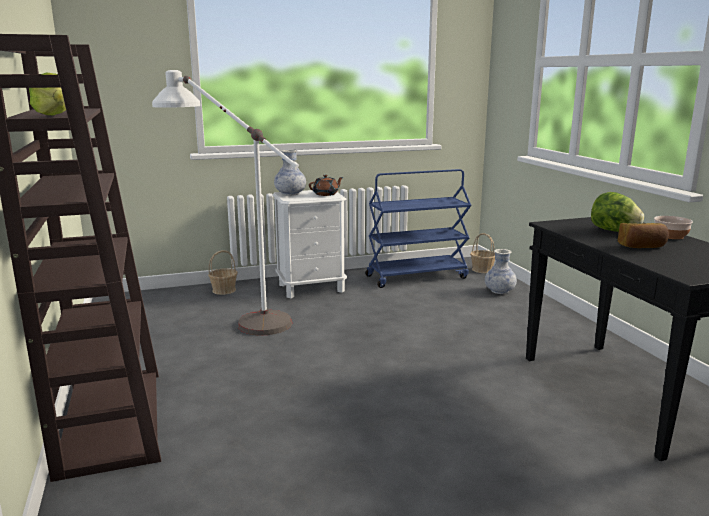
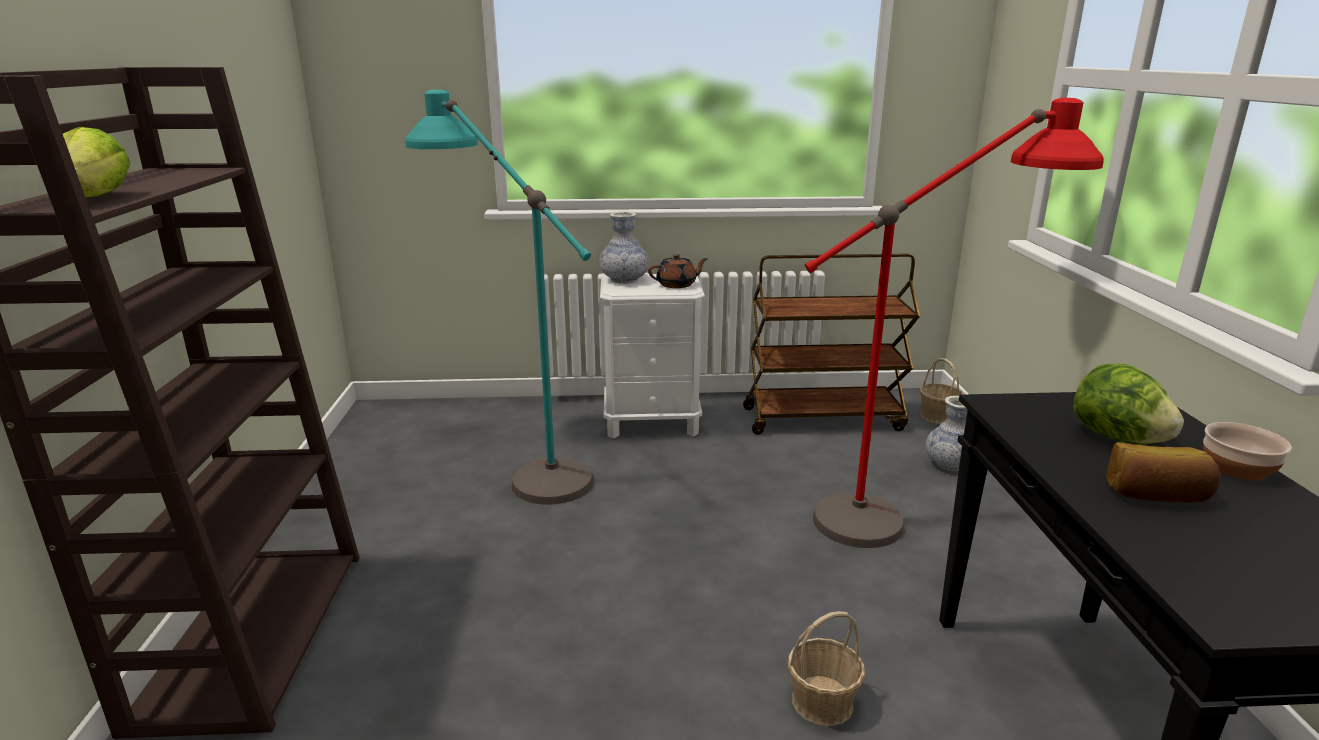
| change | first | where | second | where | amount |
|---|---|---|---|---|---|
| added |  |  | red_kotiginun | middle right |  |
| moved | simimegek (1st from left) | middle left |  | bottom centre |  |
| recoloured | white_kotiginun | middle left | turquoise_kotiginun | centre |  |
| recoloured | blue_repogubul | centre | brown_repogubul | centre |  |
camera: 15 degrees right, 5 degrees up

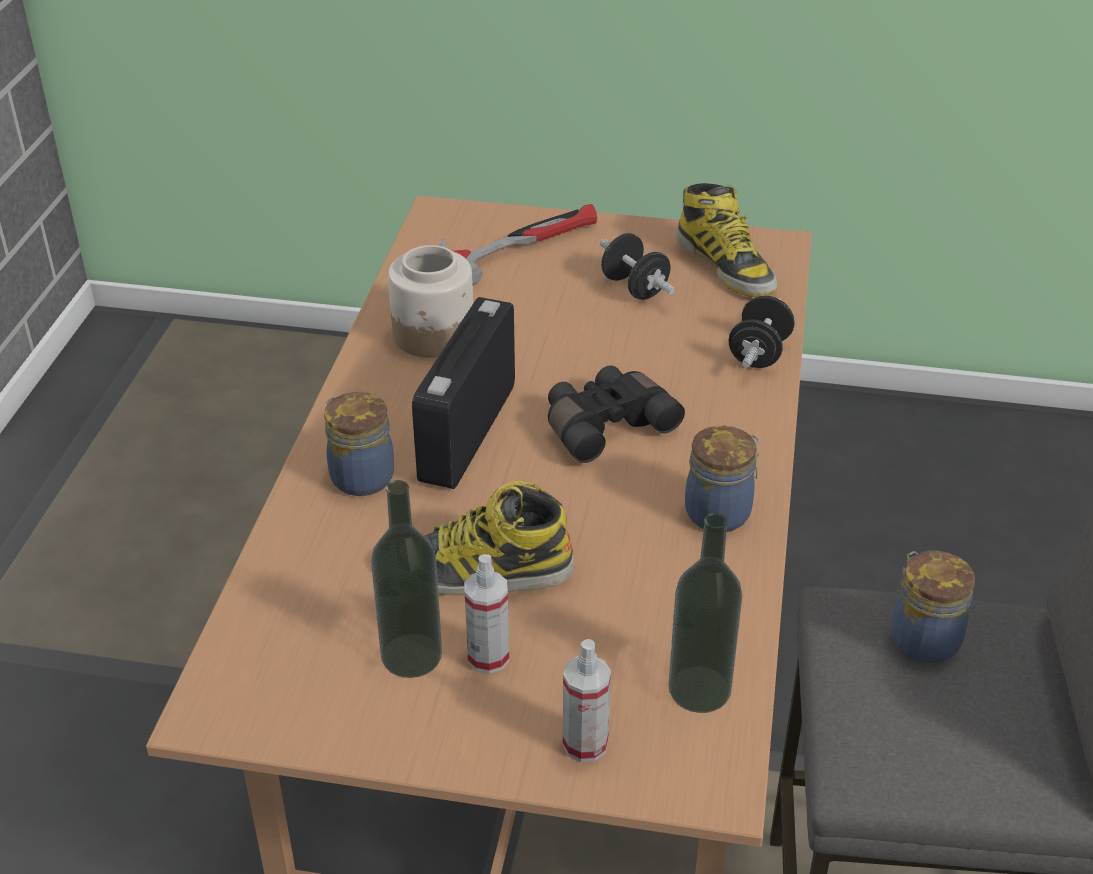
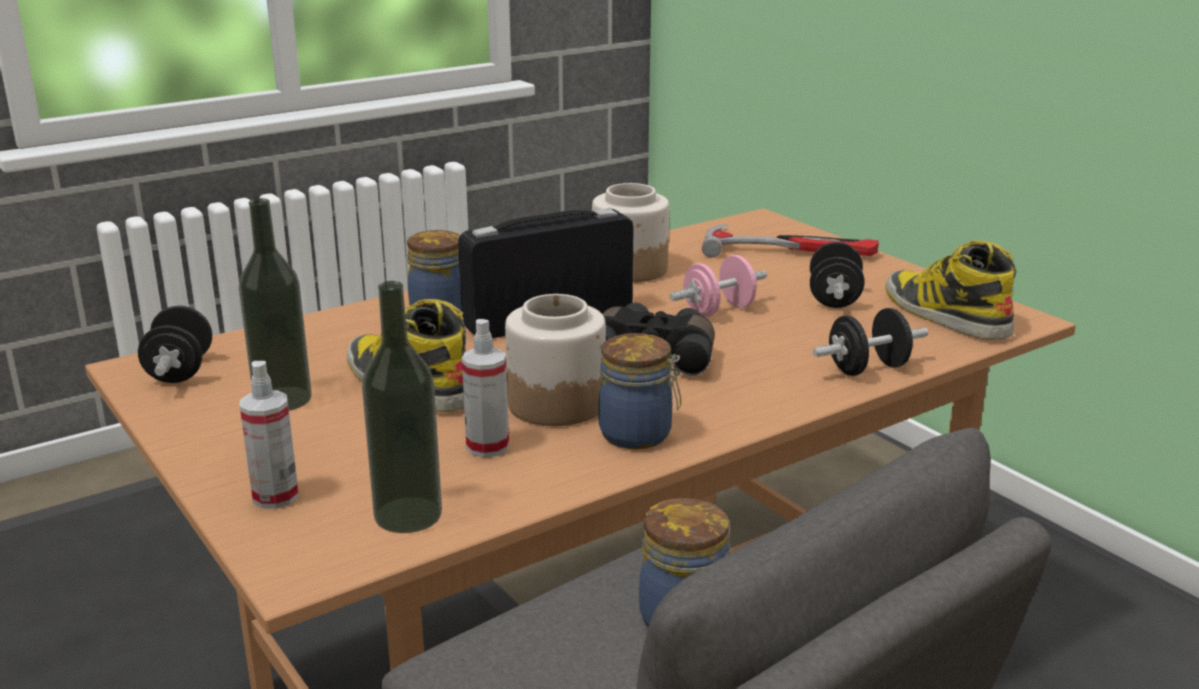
| change | first | where | second | where | amount |
|---|---|---|---|---|---|
| added |  |  | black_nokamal (1st from left) | middle left |  |
| added |  |  | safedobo (2nd from left) | centre |  |
| added |  |  | pink_nokamal | centre |  |
| moved | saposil (1st from left in the first image) | bottom centre | saposil (2nd from left) | centre |  |
| turned | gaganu (2nd from left) | top centre |  | middle right | 135 degrees clockwise |
camera: 45 degrees right, 15 degrees down

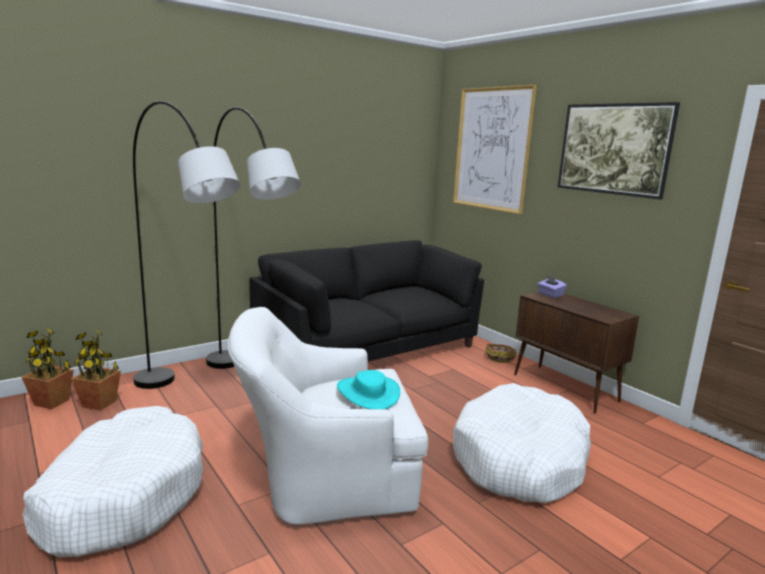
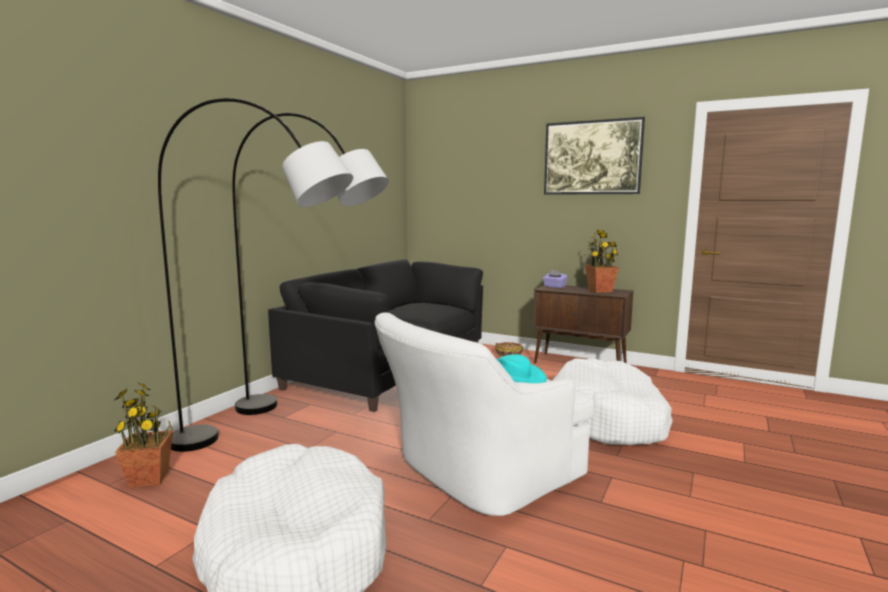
| change | first | where | second | where | amount |
|---|---|---|---|---|---|
| removed | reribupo (1st from left) | top centre |  |  |  |
| moved | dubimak (1st from left in the first image) | middle left | dubimak (2nd from left) | middle right |  |
camera: 25 degrees left, 5 degrees down

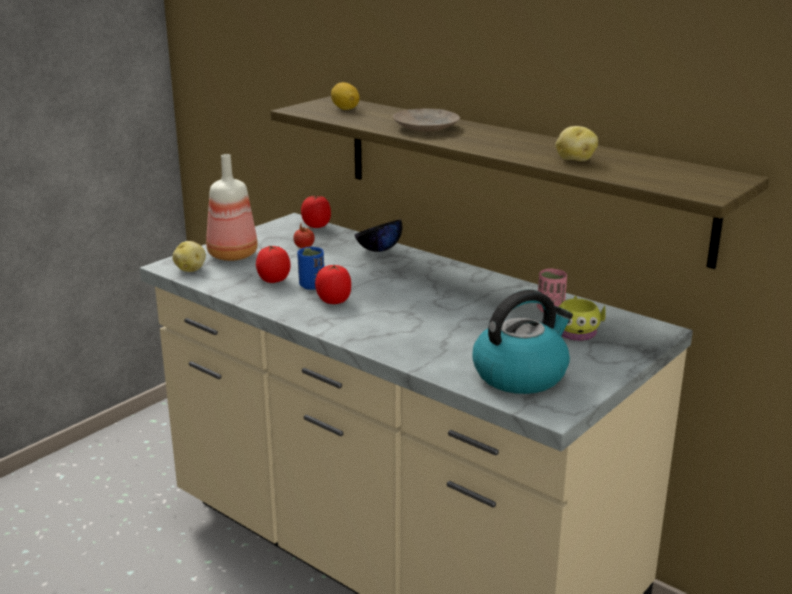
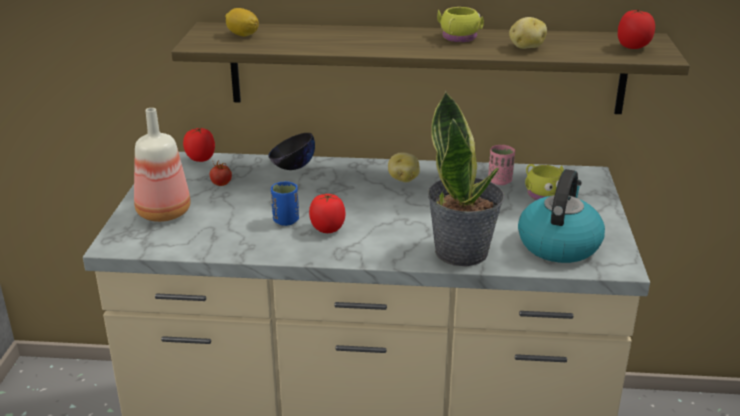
| change | first | where | second | where | amount |
|---|---|---|---|---|---|
| removed | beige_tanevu | top centre |  |  |  |
| added |  |  | dubimak | centre |  |
| added |  |  | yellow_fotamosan (1st from left) | top centre |  |
| moved | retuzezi (1st from left) | middle left |  | centre |  |
| moved | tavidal (1st from left in the first image) | centre | tavidal (4th from left) | top right |  |
camera: 35 degrees left, 5 degrees up

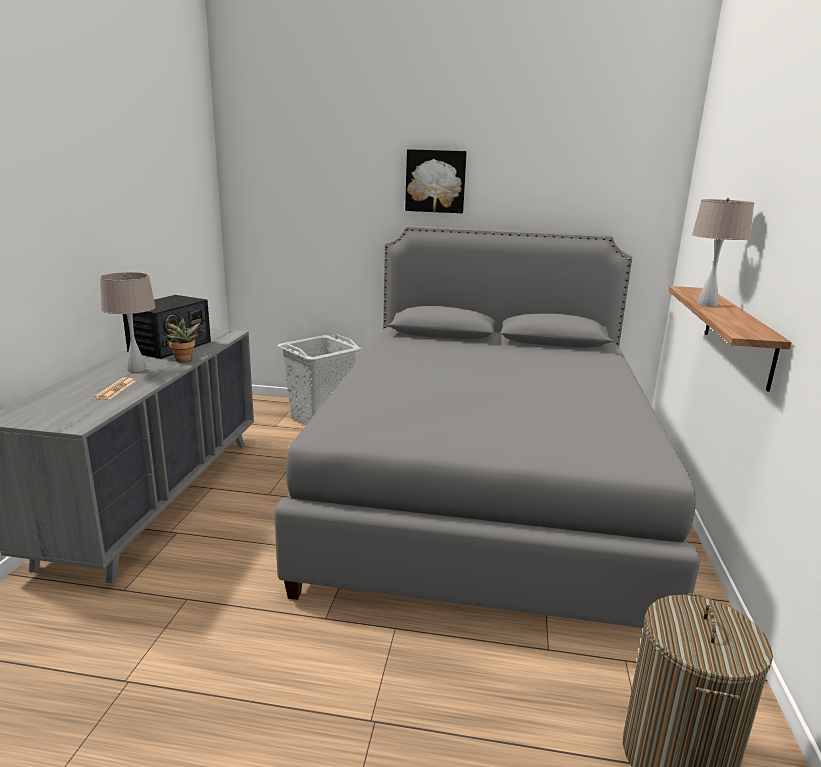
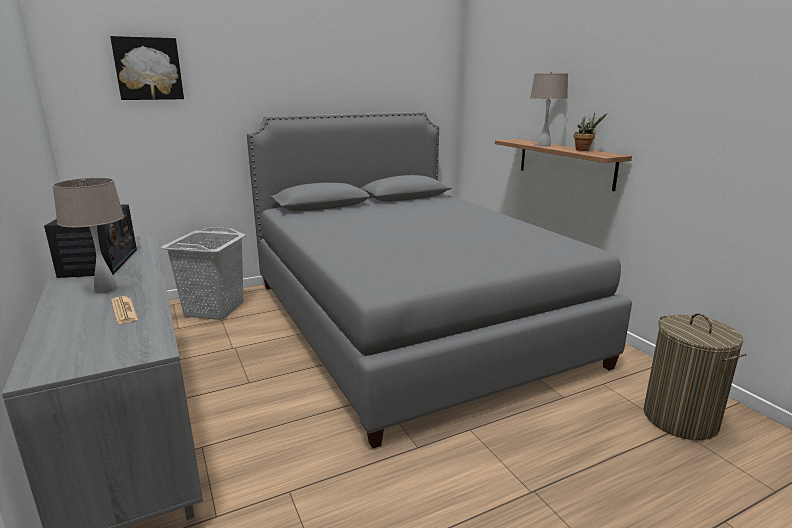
| change | first | where | second | where | amount |
|---|---|---|---|---|---|
| moved | dubimak | middle left |  | top right |  |
| moved | reribupo | top centre |  | top left |  |
camera: 35 degrees left, 0 degrees up

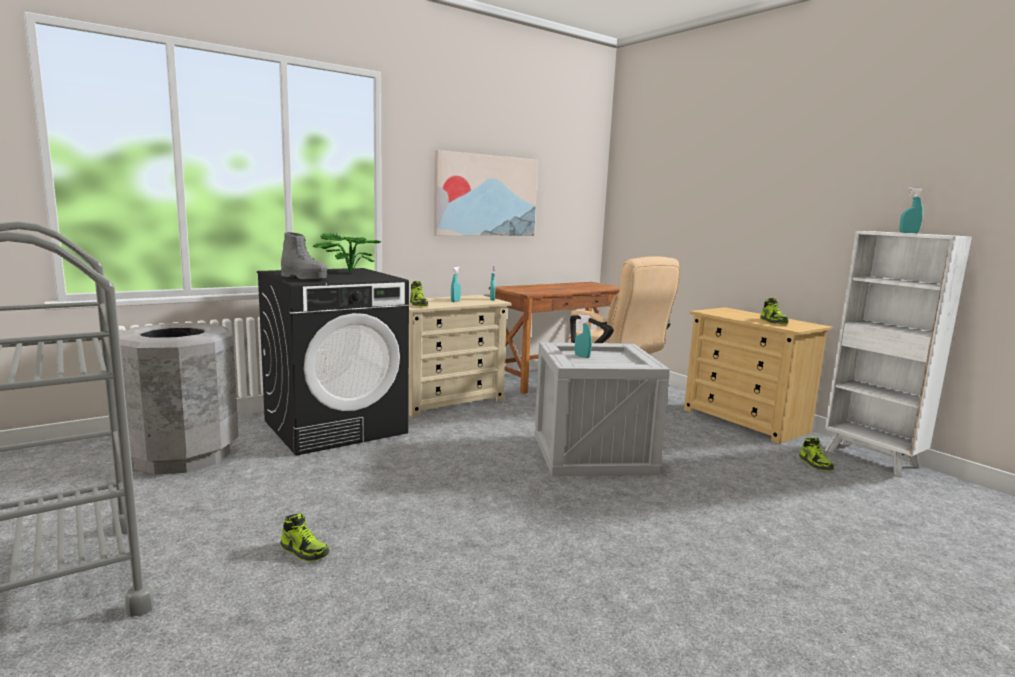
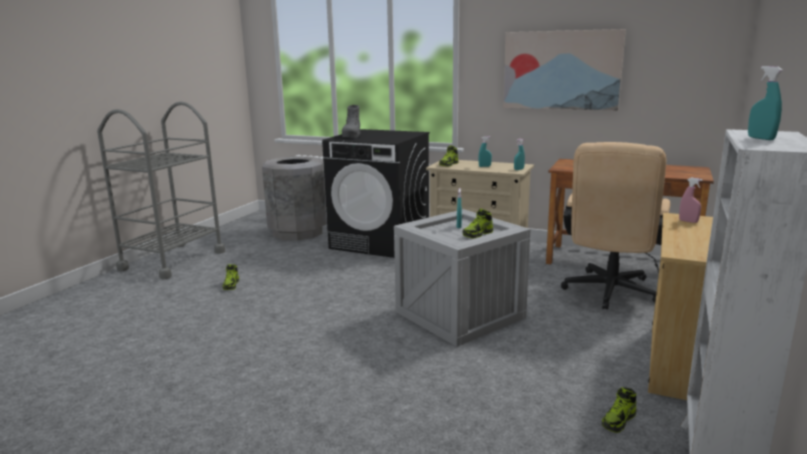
| change | first | where | second | where | amount |
|---|---|---|---|---|---|
| removed | dubimak | centre |  |  |  |
| added |  |  | pink_saposil | middle right |  |
| moved | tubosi (3rd from left) | middle right |  | centre |  |
camera: 60 degrees right, 5 degrees up

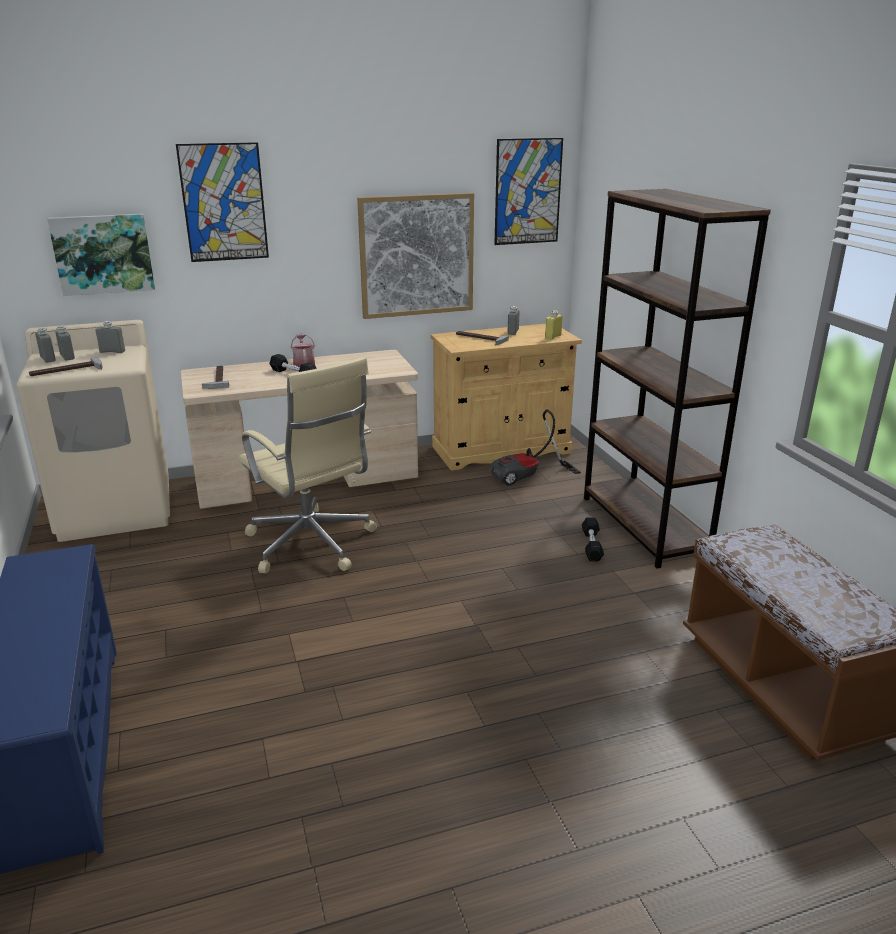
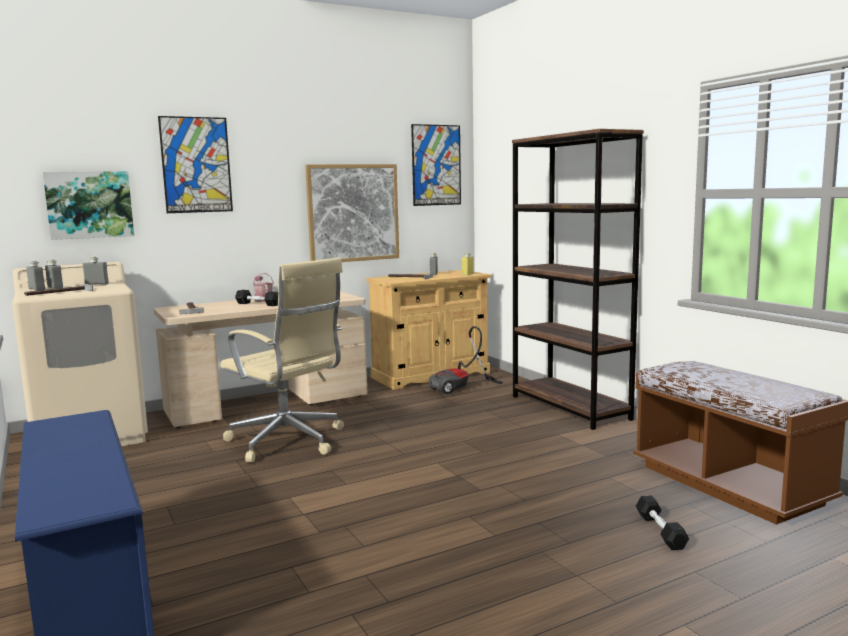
| change | first | where | second | where | amount |
|---|---|---|---|---|---|
| moved | black_nokamal (2nd from left) | centre |  | bottom right |  |
camera: 10 degrees left, 15 degrees down

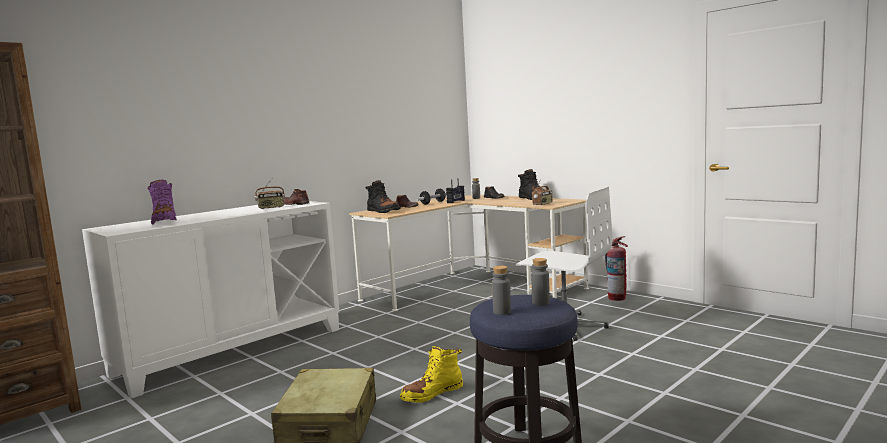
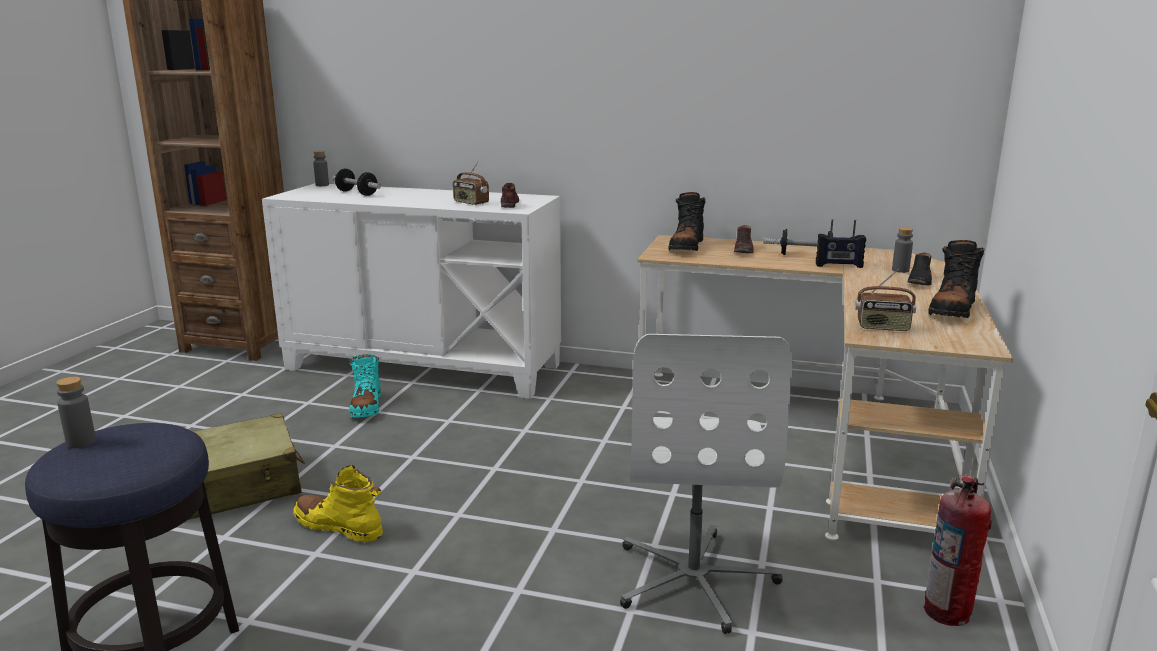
| change | first | where | second | where | amount |
|---|---|---|---|---|---|
| added |  |  | turquoise_gaganu | middle left |  |
| moved | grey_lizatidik (3rd from left in the first image) | centre | grey_lizatidik (2nd from left) | top left |  |
| replaced | purple_gaganu | middle left | nokamal (1st from left) | top left |  |
camera: 60 degrees right, 10 degrees up

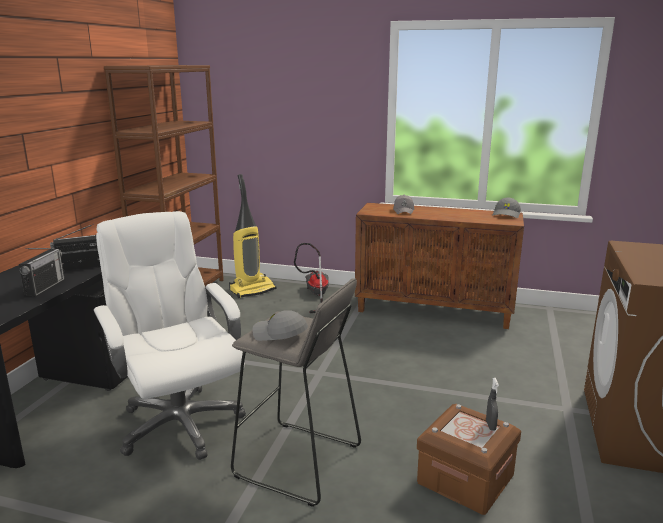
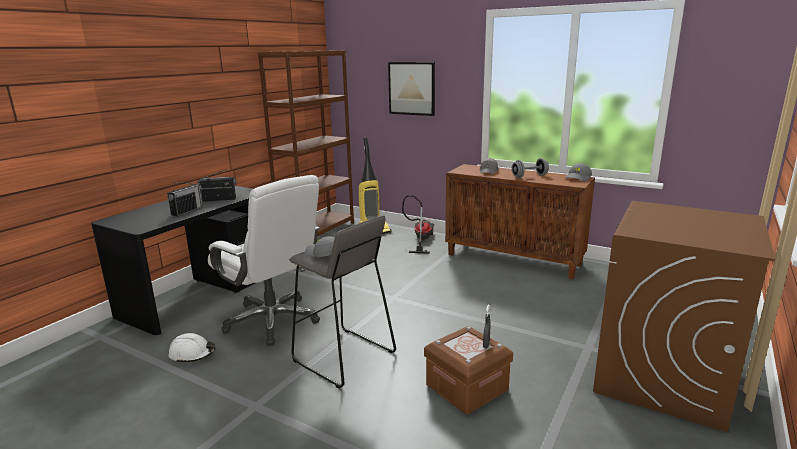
| change | first | where | second | where | amount |
|---|---|---|---|---|---|
| added |  |  | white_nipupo | bottom left |  |
| added |  |  | reribupo | top centre |  |
| added |  |  | grey_nokamal | centre |  |
| turned | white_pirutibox | middle left |  | middle left | 150 degrees clockwise |
camera: 15 degrees right, 0 degrees up

